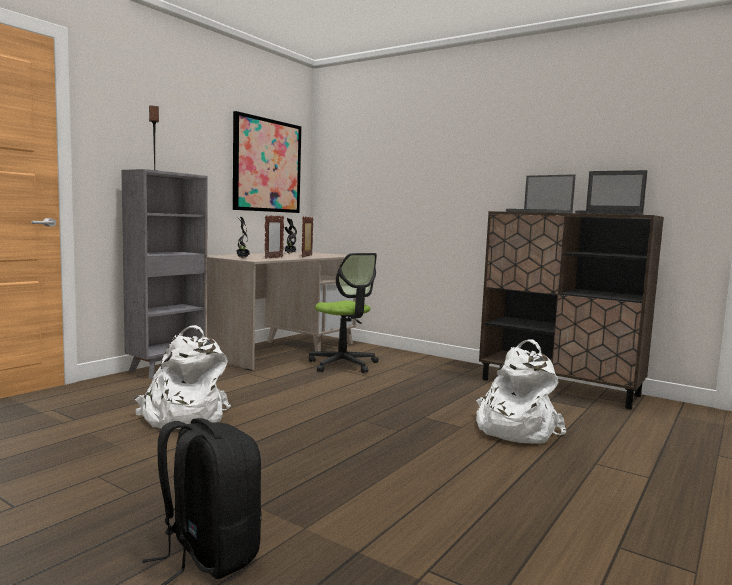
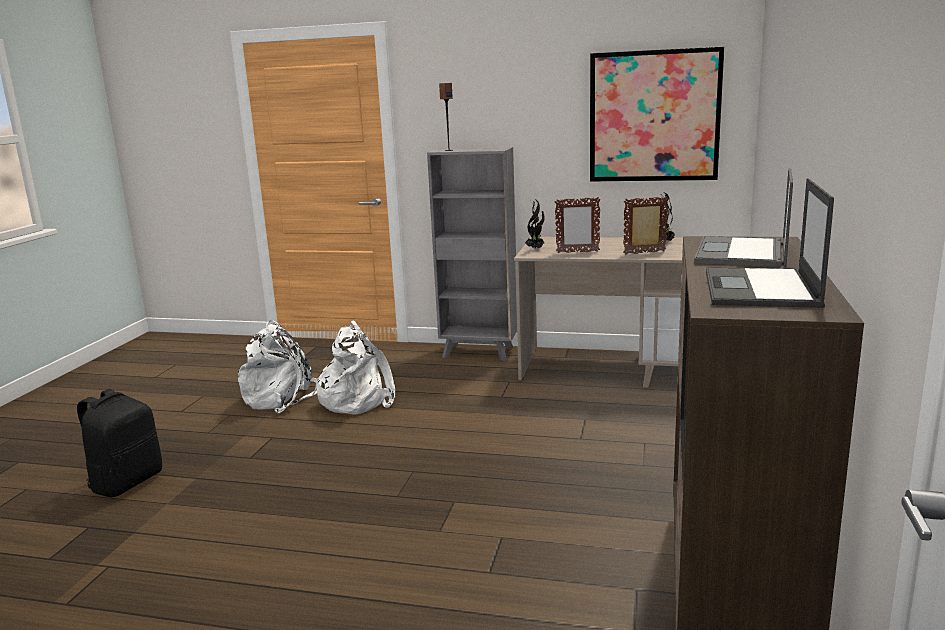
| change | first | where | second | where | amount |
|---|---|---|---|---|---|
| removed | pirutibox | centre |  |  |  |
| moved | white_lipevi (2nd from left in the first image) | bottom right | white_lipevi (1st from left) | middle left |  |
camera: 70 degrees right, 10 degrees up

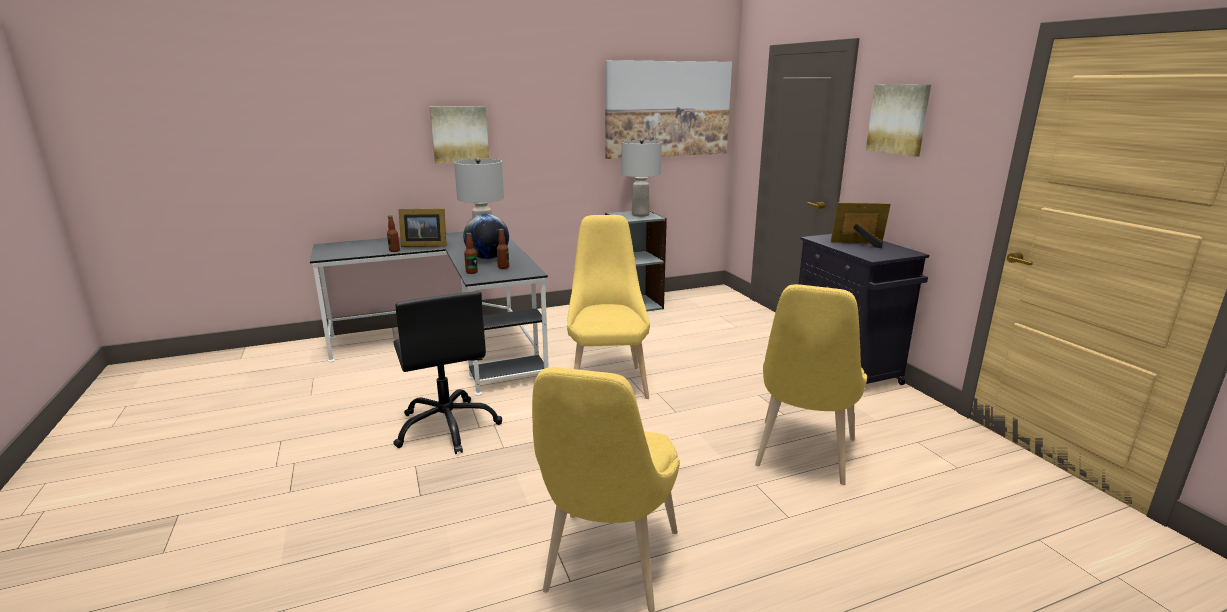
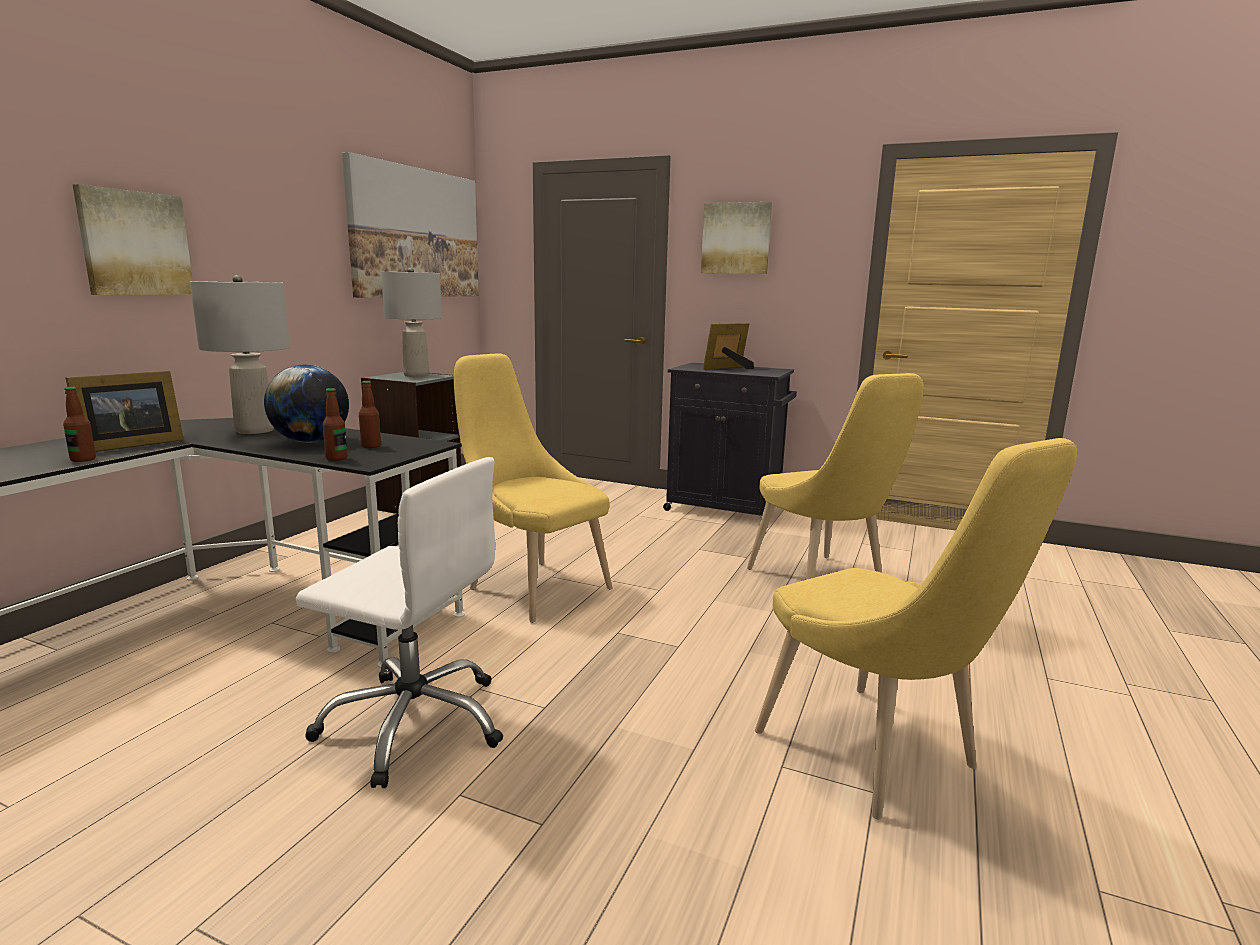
| change | first | where | second | where | amount |
|---|---|---|---|---|---|
| recoloured | black_pirutibox | centre | white_pirutibox | middle left |  |
camera: 45 degrees left, 5 degrees down

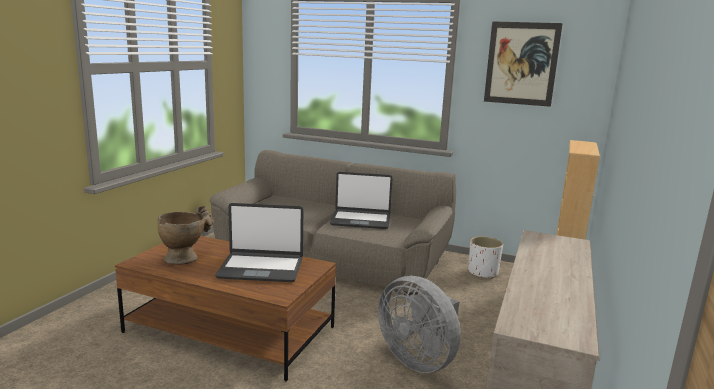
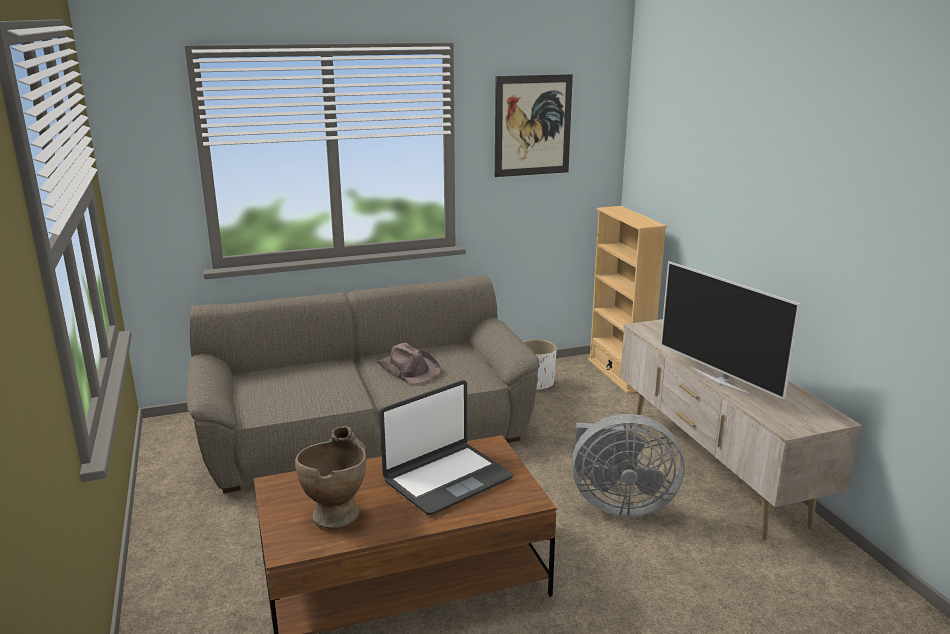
| change | first | where | second | where | amount |
|---|---|---|---|---|---|
| added |  |  | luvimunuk | middle right |  |
| replaced | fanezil (2nd from left) | centre | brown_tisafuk | centre |  |
camera: 40 degrees left, 5 degrees up

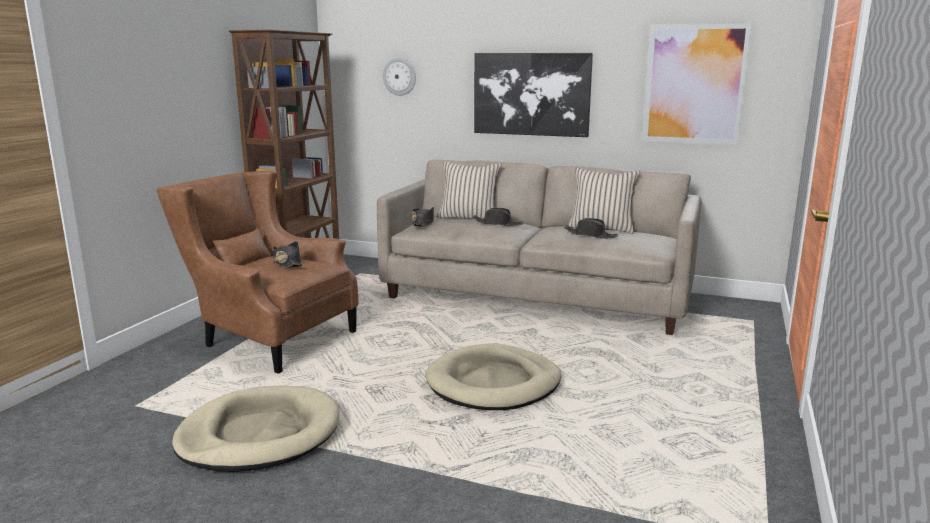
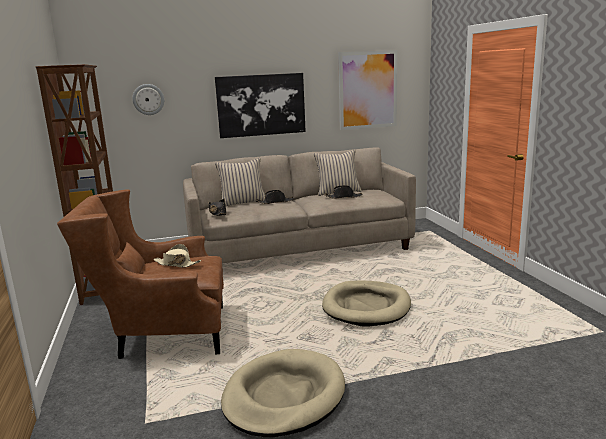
| change | first | where | second | where | amount |
|---|---|---|---|---|---|
| recoloured | black_tisafuk (1st from left) | middle left | beige_tisafuk | middle left |  |
camera: 35 degrees left, 0 degrees up

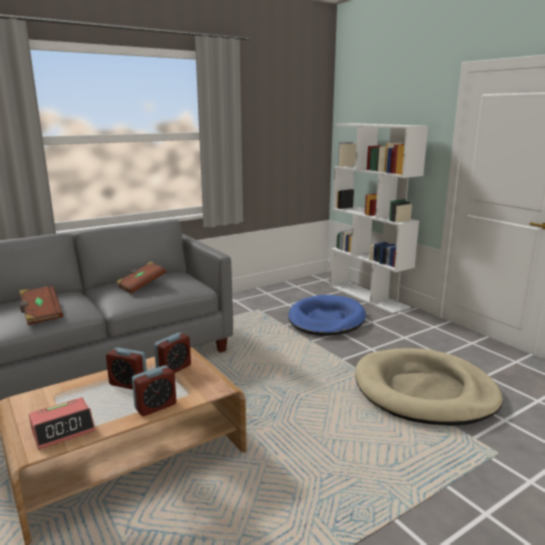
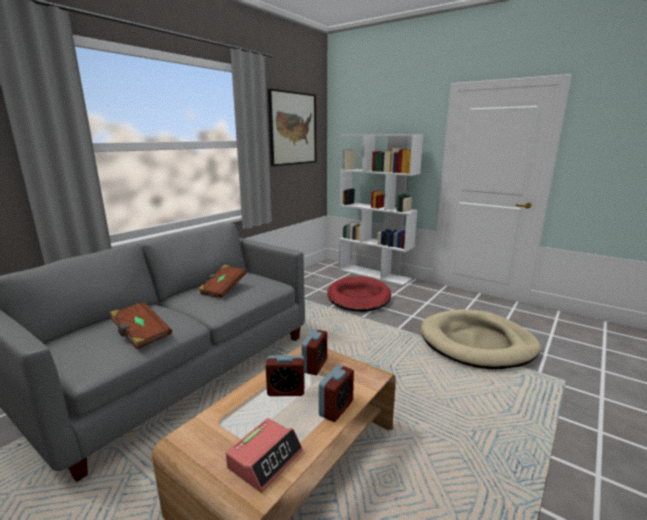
| change | first | where | second | where | amount |
|---|---|---|---|---|---|
| added |  |  | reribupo | top centre |  |
| recoloured | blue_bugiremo | centre | red_bugiremo | centre |  |
camera: 20 degrees left, 0 degrees up

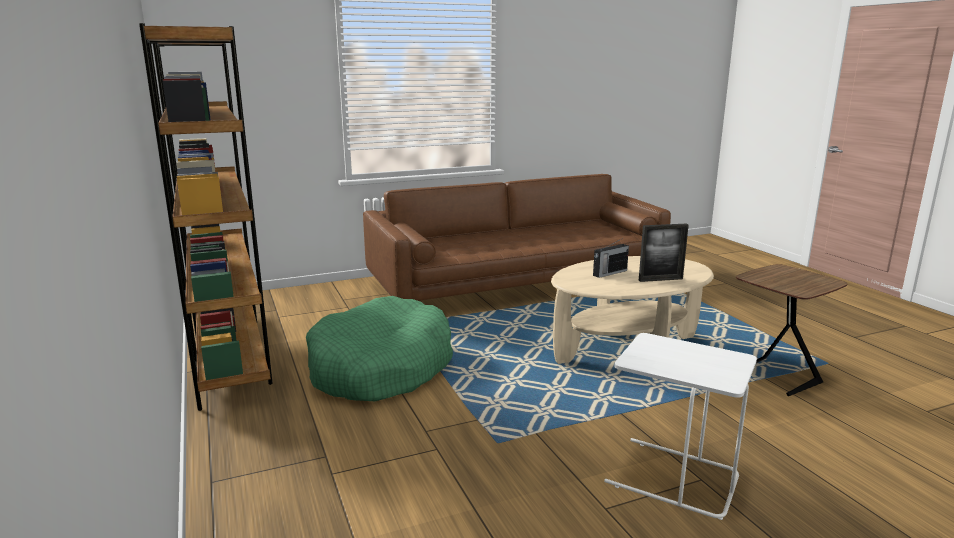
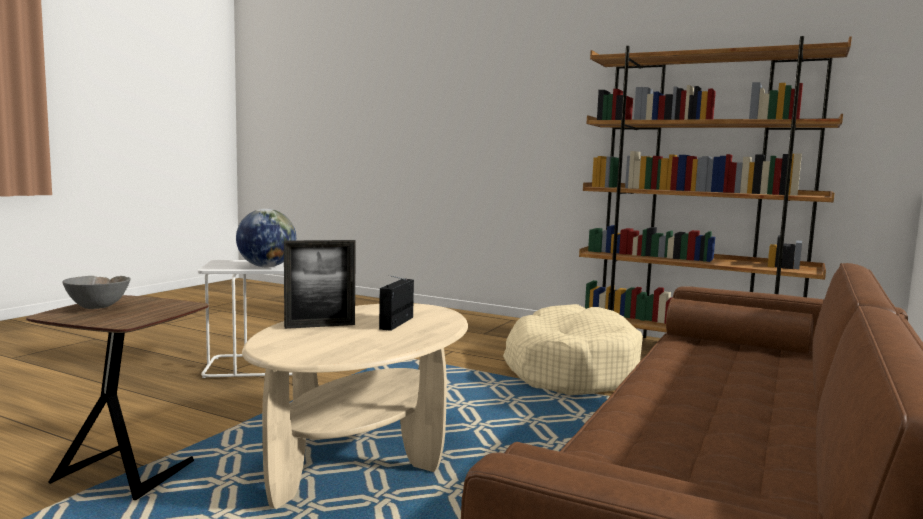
| change | first | where | second | where | amount |
|---|---|---|---|---|---|
| added |  |  | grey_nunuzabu | middle left |  |
| added |  |  | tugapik | middle left |  |
| recoloured | green_bugiremo | centre | beige_bugiremo | bottom centre |  |
| turned | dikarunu | middle right |  | centre | 150 degrees counterclockwise |
camera: 140 degrees right, 10 degrees down

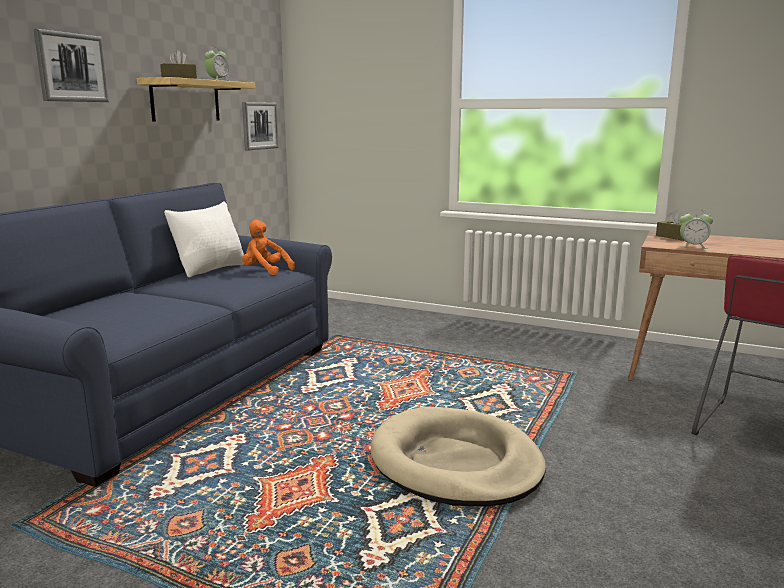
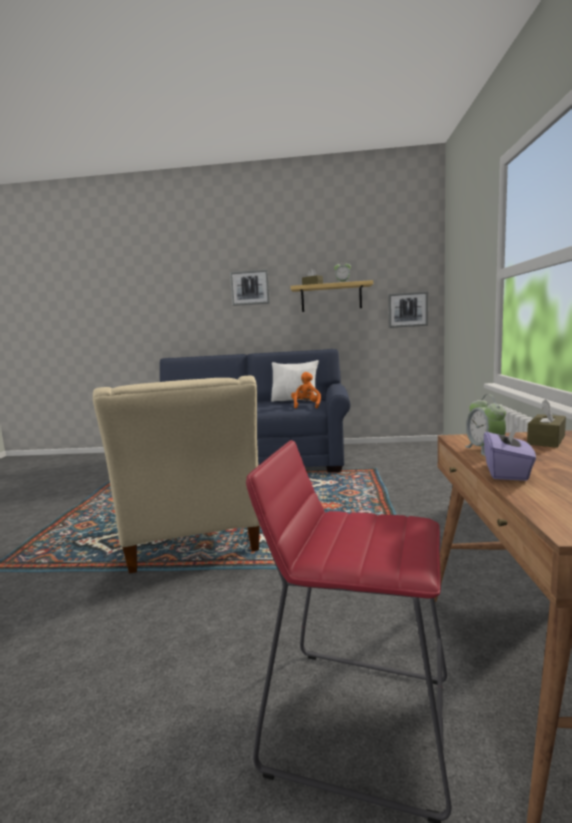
| change | first | where | second | where | amount |
|---|---|---|---|---|---|
| added |  |  | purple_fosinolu | middle right |  |
| replaced | beige_bugiremo | bottom centre | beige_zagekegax | middle left |  |
camera: 70 degrees right, 5 degrees down

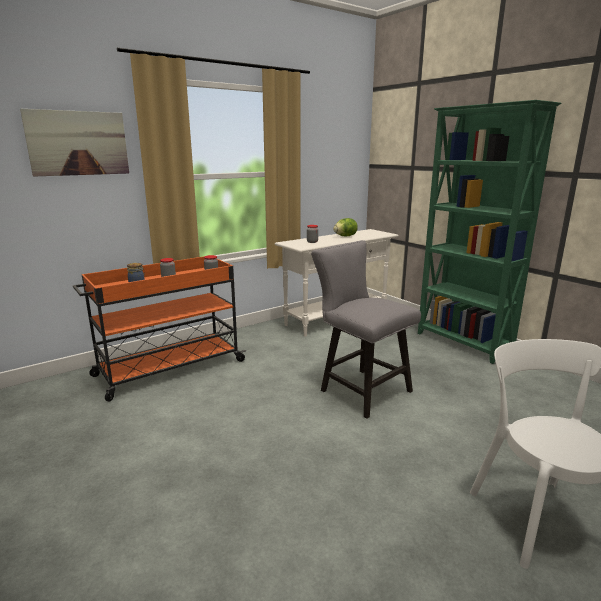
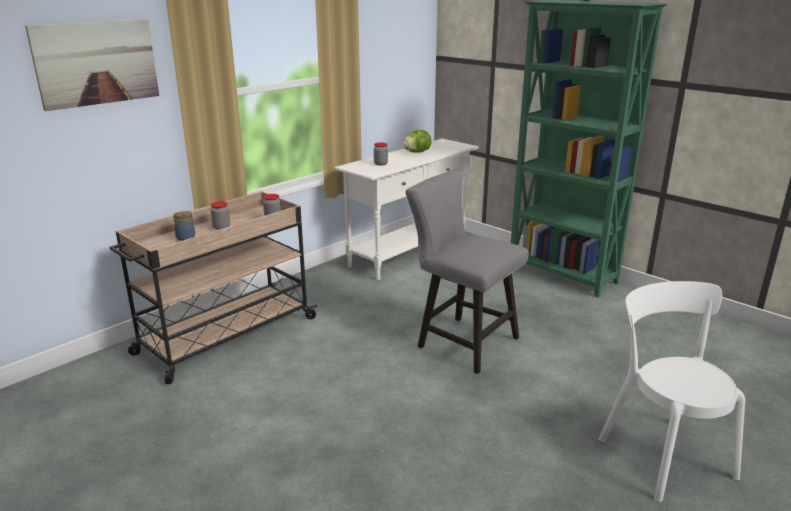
| change | first | where | second | where | amount |
|---|---|---|---|---|---|
| recoloured | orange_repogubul | middle left | beige_repogubul | middle left |  |
camera: 10 degrees left, 5 degrees up

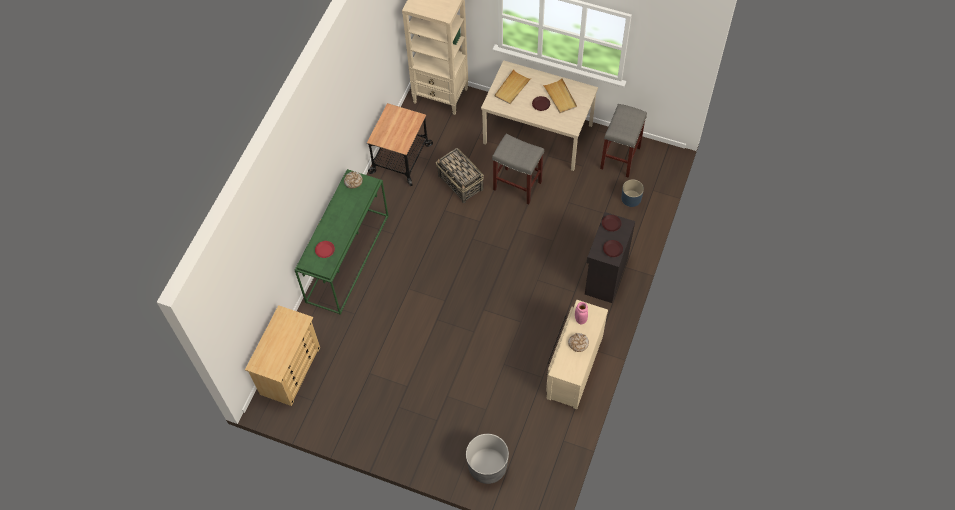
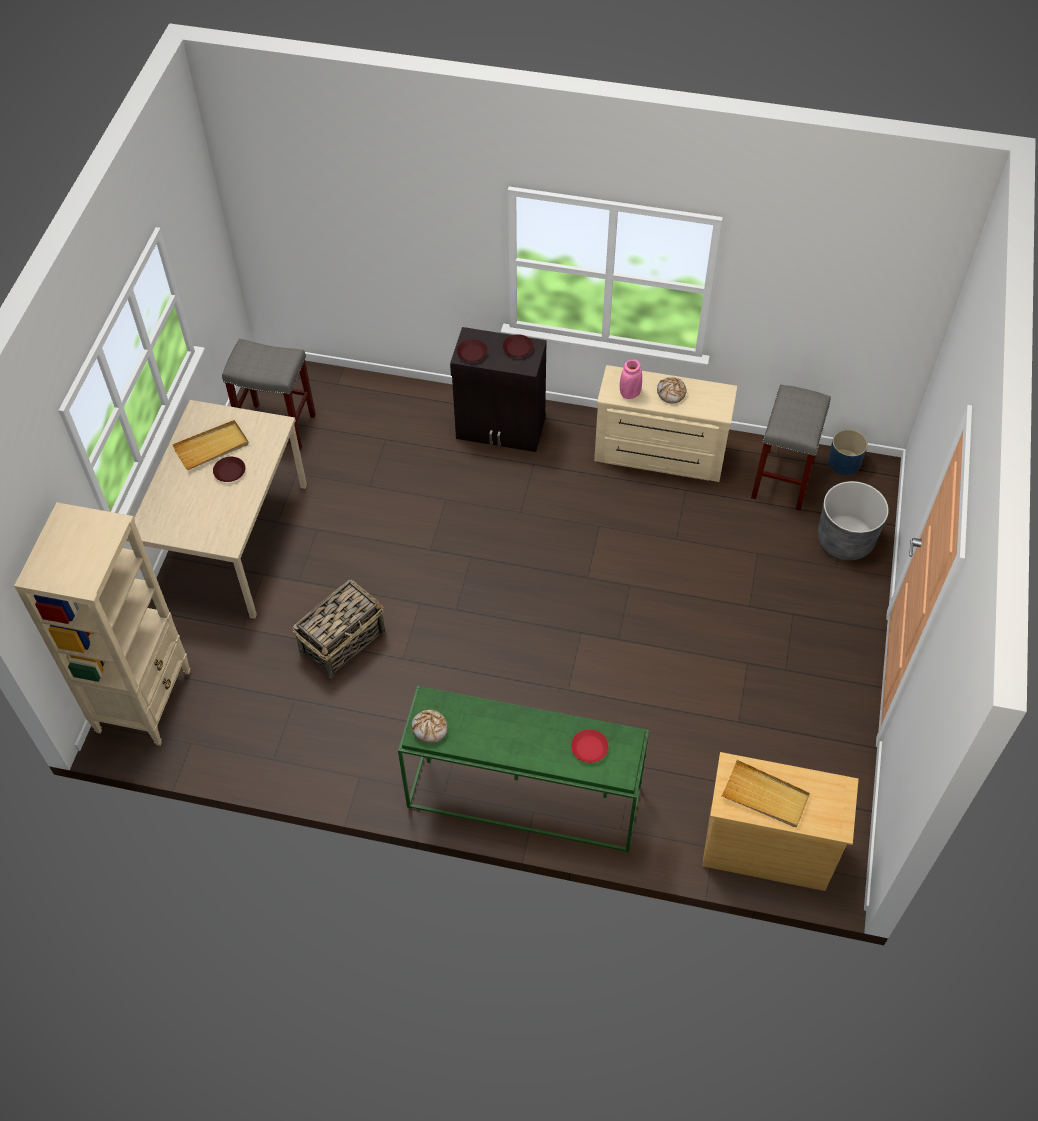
| change | first | where | second | where | amount |
|---|---|---|---|---|---|
| removed | repogubul | top centre |  |  |  |
| moved | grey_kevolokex (1st from left in the first image) | top centre | grey_kevolokex (2nd from left) | middle right |  |
| moved | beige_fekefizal (1st from left in the first image) | top centre | beige_fekefizal (2nd from left) | bottom right |  |
| moved | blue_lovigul | centre |  | middle right |  |
camera: 100 degrees left, 5 degrees down

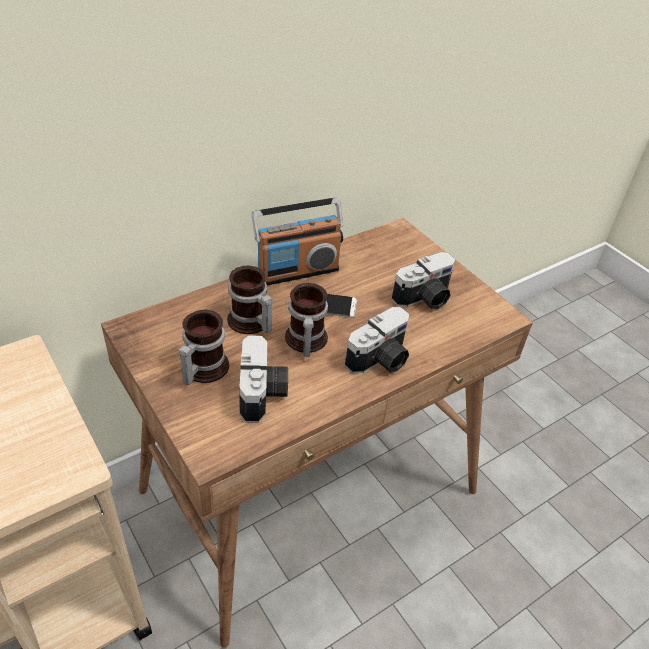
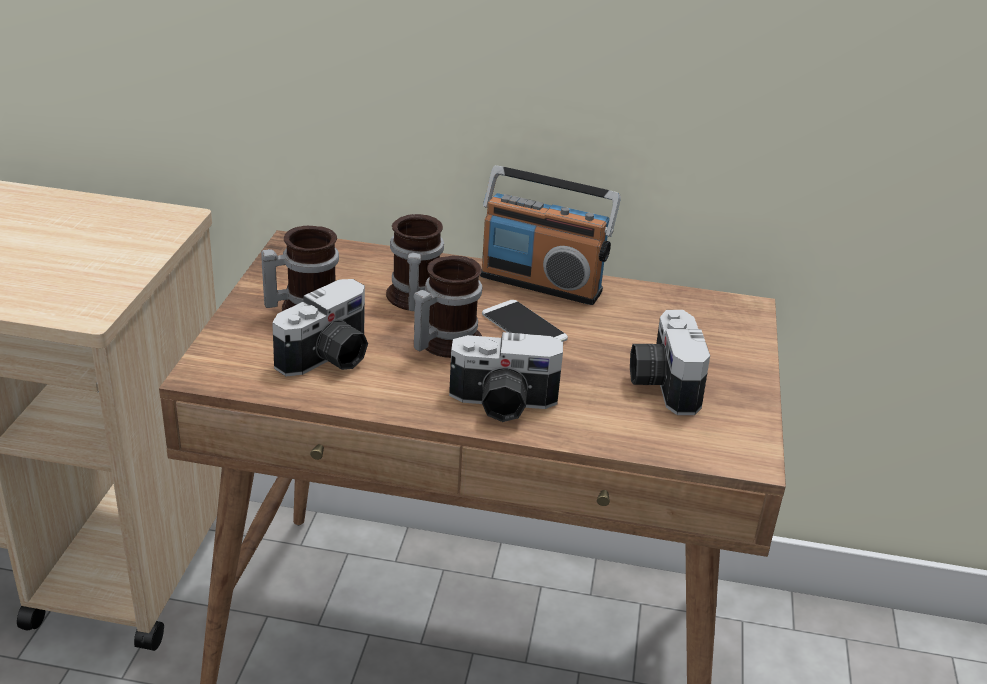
| change | first | where | second | where | amount |
|---|---|---|---|---|---|
| turned | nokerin (3rd from left) | centre |  | middle right | 75 degrees clockwise |
camera: 45 degrees right, 10 degrees down

